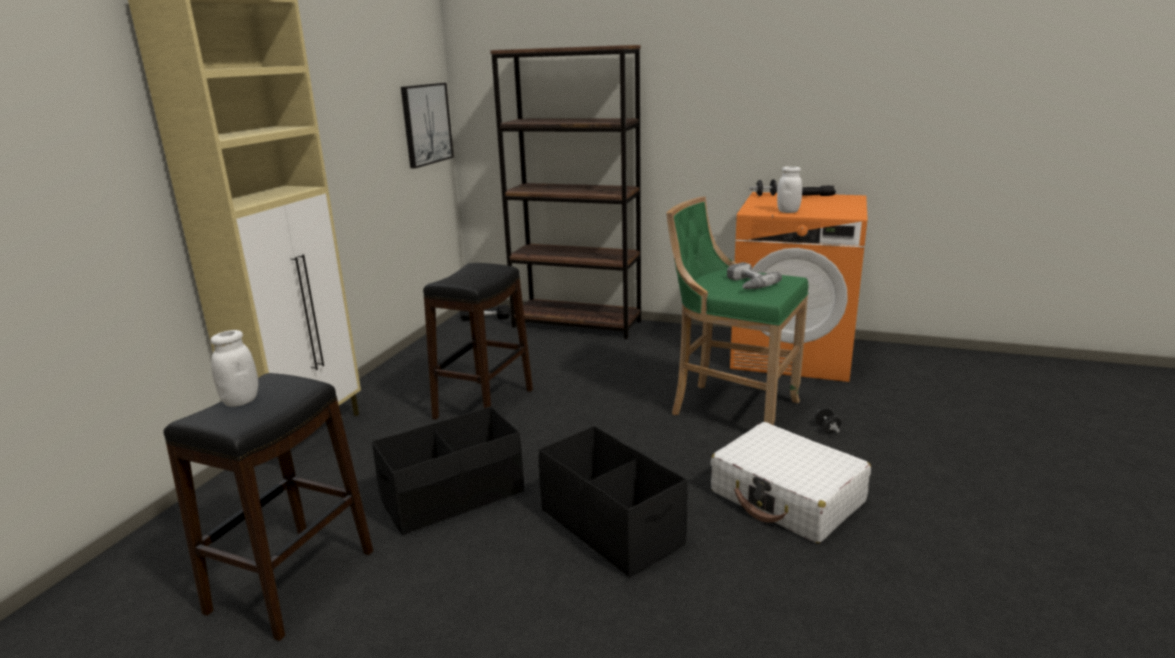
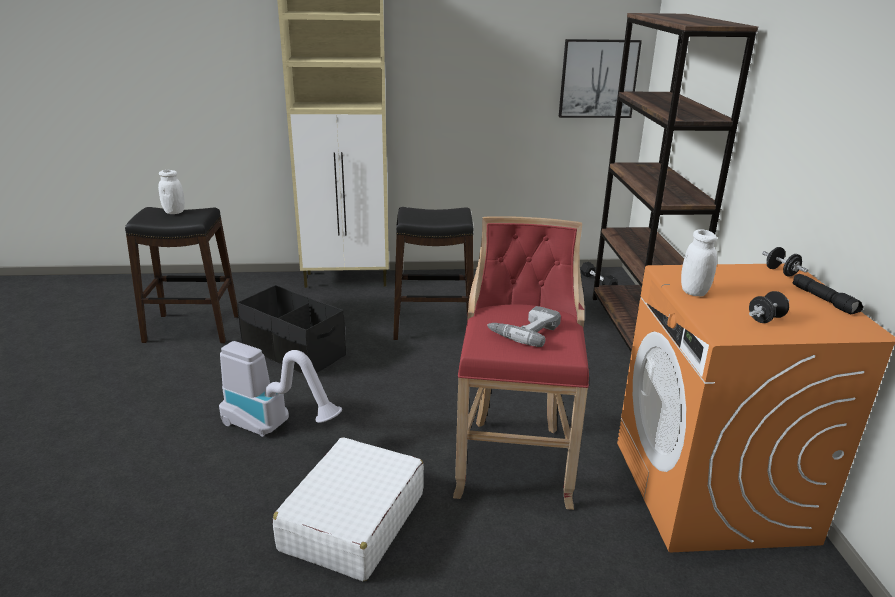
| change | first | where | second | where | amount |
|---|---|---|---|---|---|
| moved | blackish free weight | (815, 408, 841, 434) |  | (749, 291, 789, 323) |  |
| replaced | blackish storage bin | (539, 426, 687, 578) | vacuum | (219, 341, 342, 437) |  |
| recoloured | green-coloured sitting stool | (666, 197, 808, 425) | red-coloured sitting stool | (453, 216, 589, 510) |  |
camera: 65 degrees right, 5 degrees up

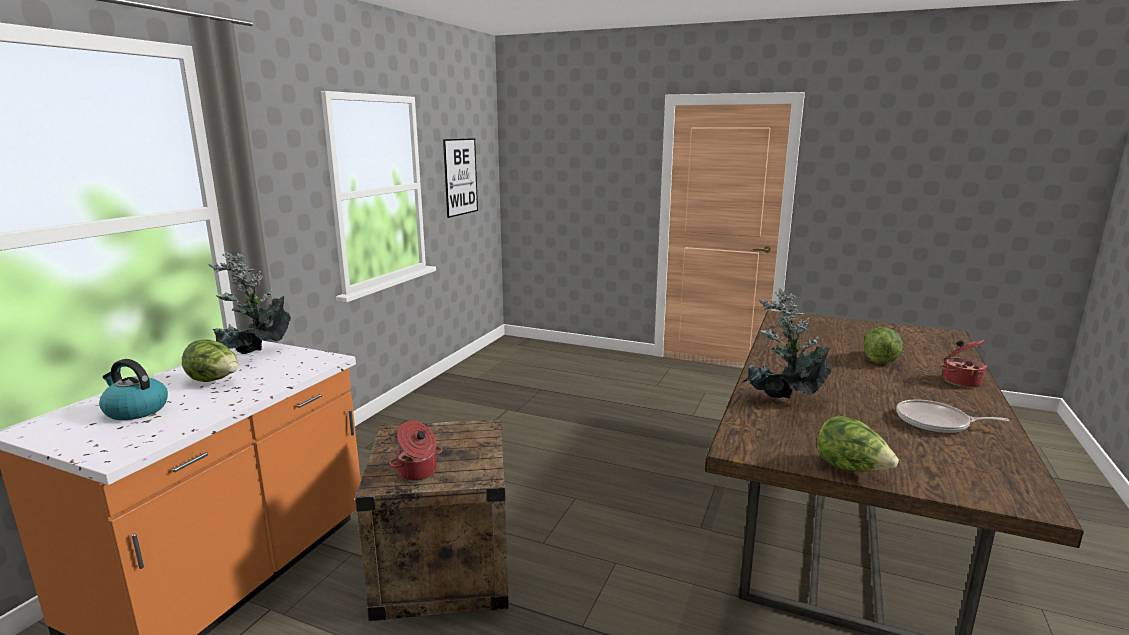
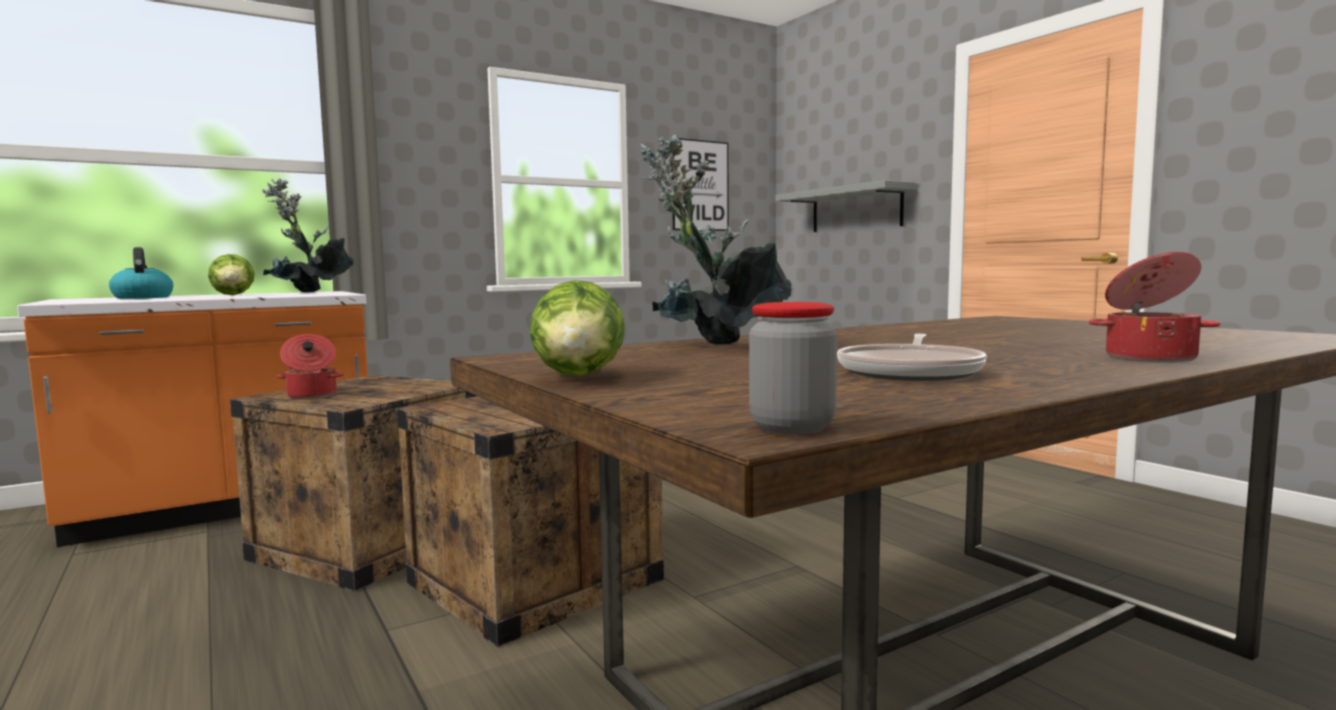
| change | first | where | second | where | amount |
|---|---|---|---|---|---|
| removed | lettuce head | (864, 327, 902, 364) |  |  |  |
| added |  |  | shipping crate | (396, 397, 664, 647) |  |
| added |  |  | storage jar | (749, 302, 837, 435) |  |
| added |  |  | greyish bracket shelf | (776, 180, 917, 232) |  |
| turned | pan | (896, 399, 1009, 433) |  | (837, 334, 987, 381) | 120 degrees counterclockwise |
camera: 35 degrees right, 10 degrees down

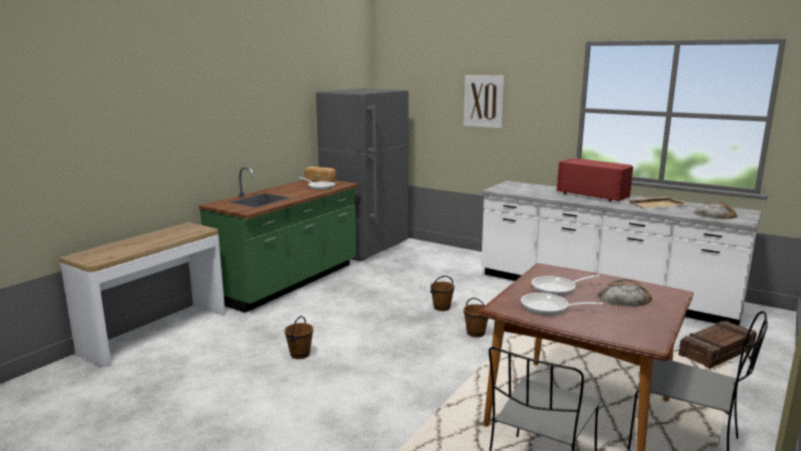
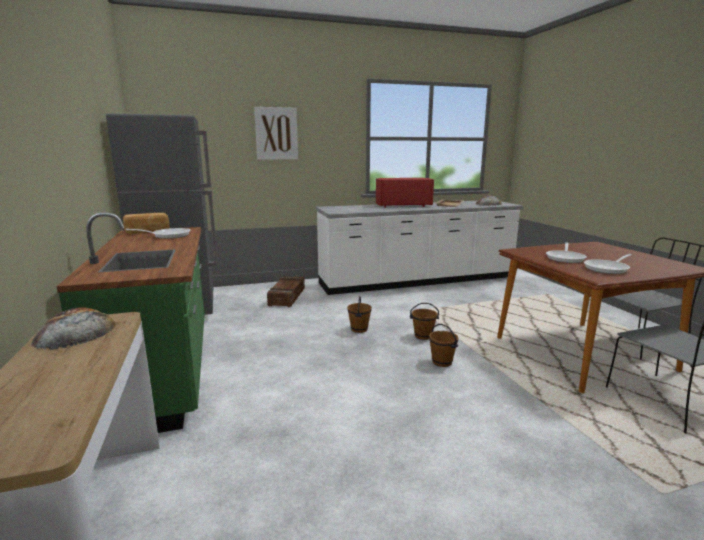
| change | first | where | second | where | amount |
|---|---|---|---|---|---|
| moved | brown-coloured bucket | (284, 316, 313, 359) |  | (429, 324, 459, 367) |  |
| moved | bread | (597, 279, 652, 307) |  | (31, 307, 117, 350) |  |
| moved | shipping crate | (678, 321, 757, 369) |  | (267, 276, 305, 307) |  |
camera: 50 degrees left, 0 degrees up

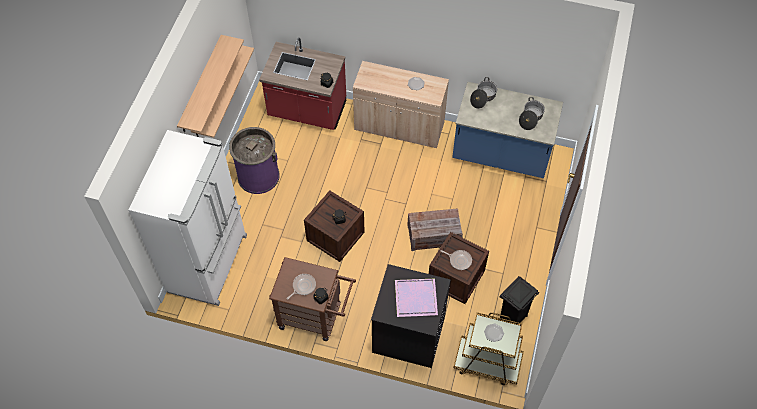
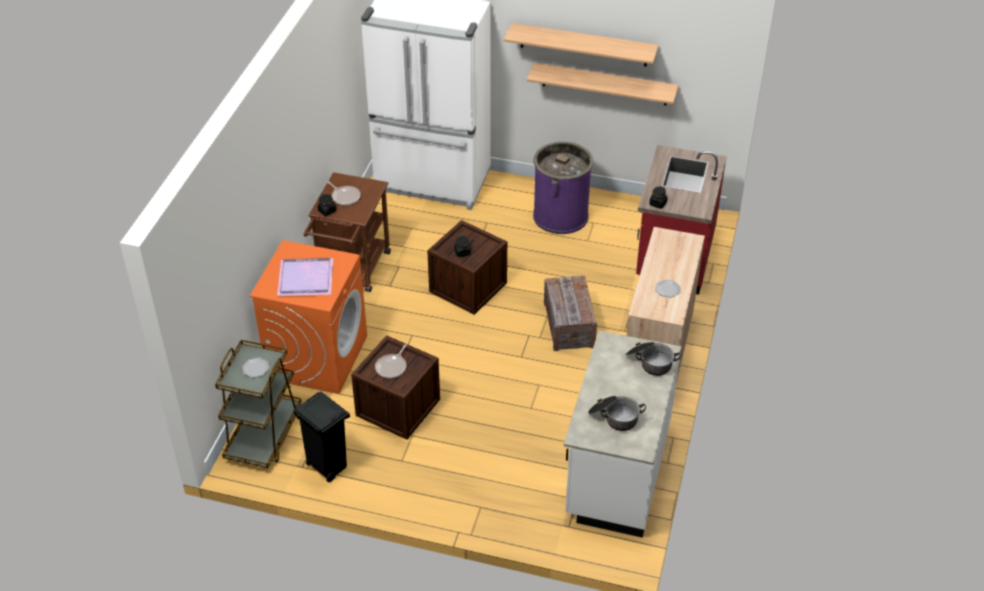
| change | first | where | second | where | amount |
|---|---|---|---|---|---|
| moved | shipping crate | (407, 208, 463, 251) |  | (544, 276, 597, 351) |  |
| recoloured | blackish laundry machine | (371, 264, 451, 368) | orangey laundry machine | (250, 240, 367, 394) |  |
| recoloured | blue-coloured kitchen counter | (452, 82, 563, 178) | whitish kitchen counter | (564, 331, 681, 538) |  |
camera: 90 degrees right, 15 degrees down

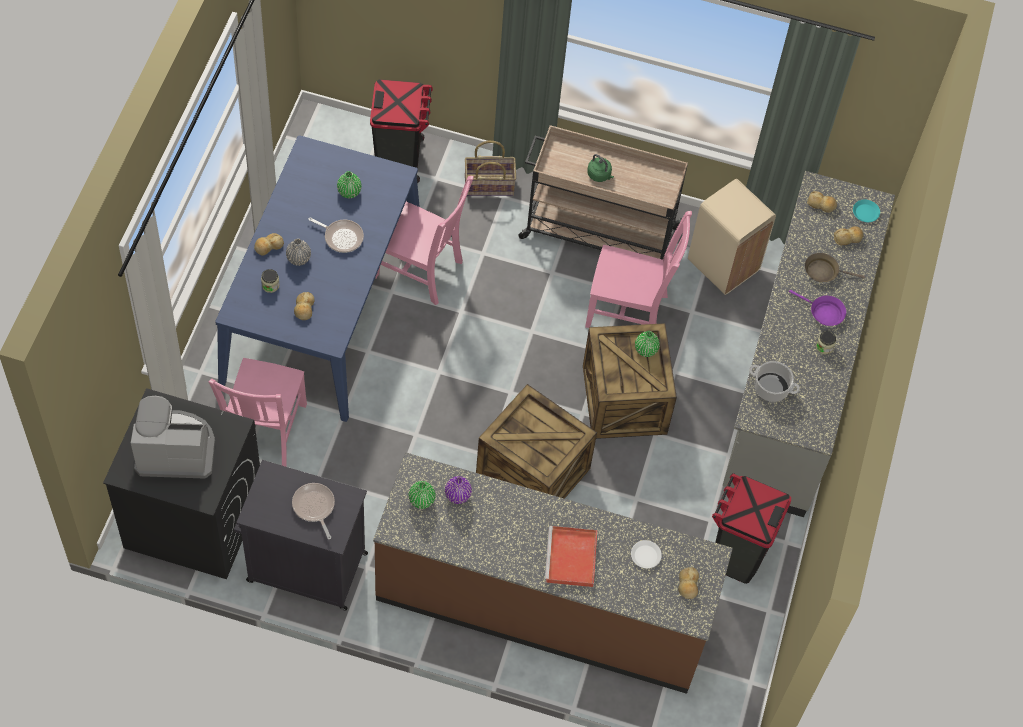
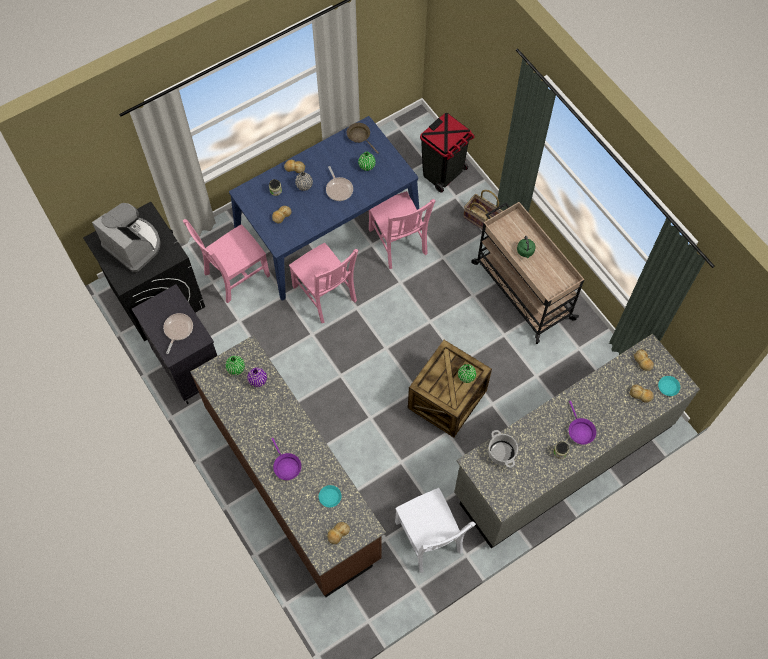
| change | first | where | second | where | amount |
|---|---|---|---|---|---|
| removed | shipping crate | (476, 384, 597, 499) |  |  |  |
| removed | beige trash can | (688, 179, 776, 295) |  |  |  |
| moved | pink-coloured upright chair | (585, 211, 692, 328) |  | (289, 243, 358, 323) |  |
| moved | brown-coloured pan | (805, 253, 865, 282) |  | (347, 123, 379, 154) |  |
| replaced | red-coloured tray | (545, 526, 597, 587) | purple-coloured pan | (271, 438, 301, 480) |  |
| replaced | blackish trash can | (712, 473, 791, 584) | whitish upright chair | (395, 488, 476, 573) |  |
| recoloured | whitish dinner plate | (631, 540, 662, 568) | turquoise dinner plate | (319, 485, 342, 507) |  |
camera: 45 degrees right, 5 degrees up

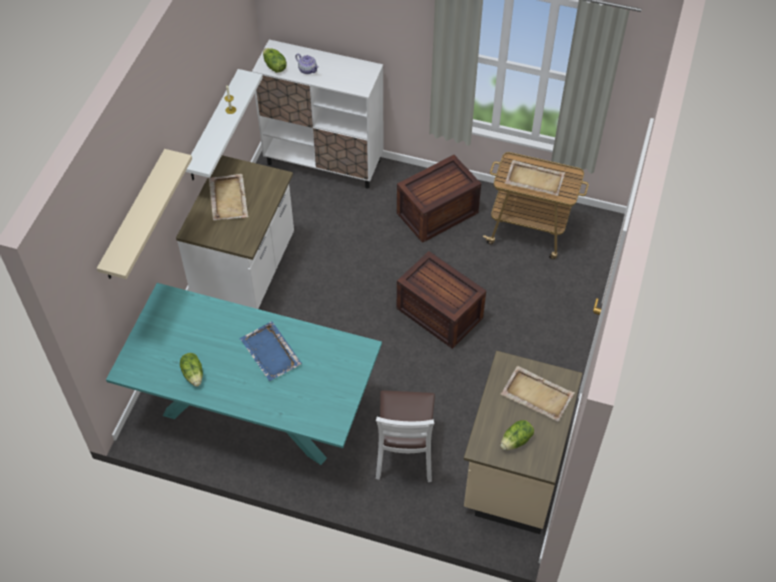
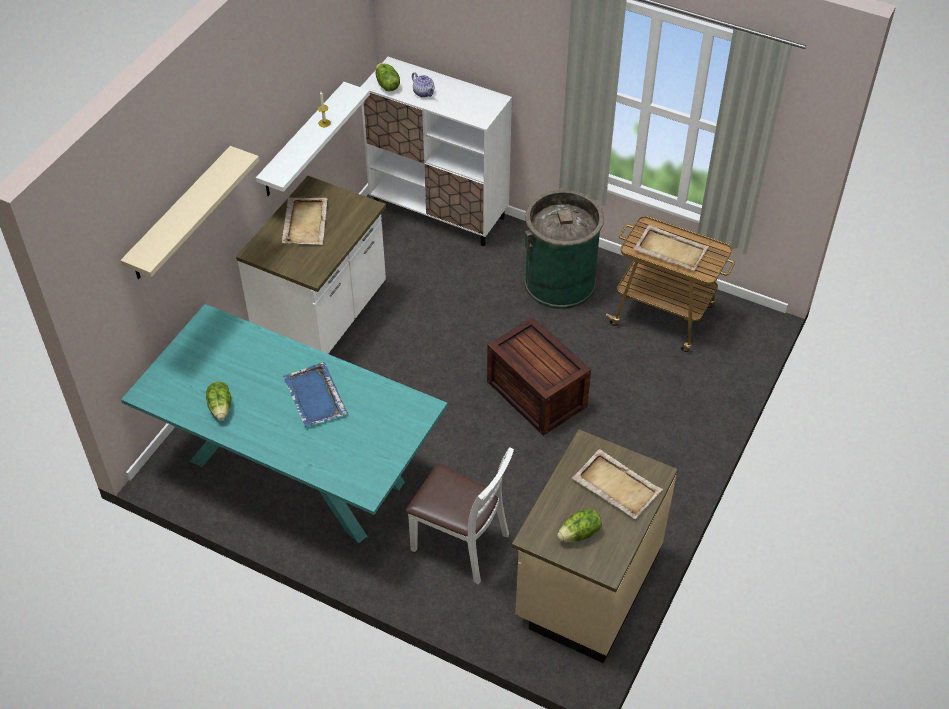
| change | first | where | second | where | amount |
|---|---|---|---|---|---|
| replaced | shipping crate | (397, 155, 481, 243) | green-coloured trash can | (524, 190, 604, 309) |  |
| turned | whitish upright chair | (376, 390, 435, 482) |  | (406, 447, 514, 585) | 75 degrees counterclockwise |
camera: 10 degrees right, 5 degrees down

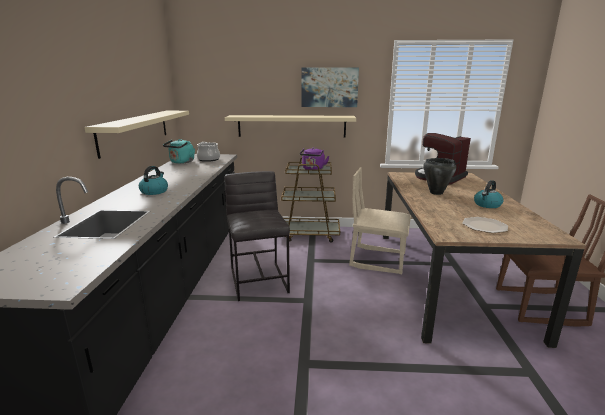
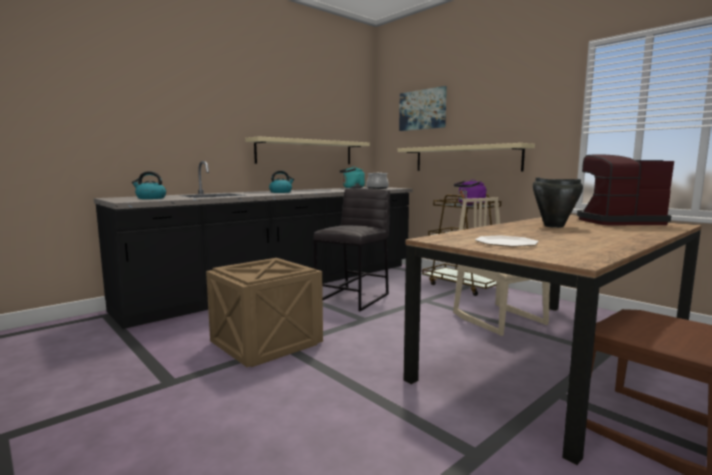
| change | first | where | second | where | amount |
|---|---|---|---|---|---|
| added |  |  | shipping crate | (206, 258, 323, 367) |  |
| moved | wall picture | (302, 68, 359, 107) |  | (399, 86, 447, 131) |  |
| moved | tea kettle | (474, 180, 504, 208) |  | (132, 171, 166, 199) |  |
camera: 45 degrees right, 10 degrees down

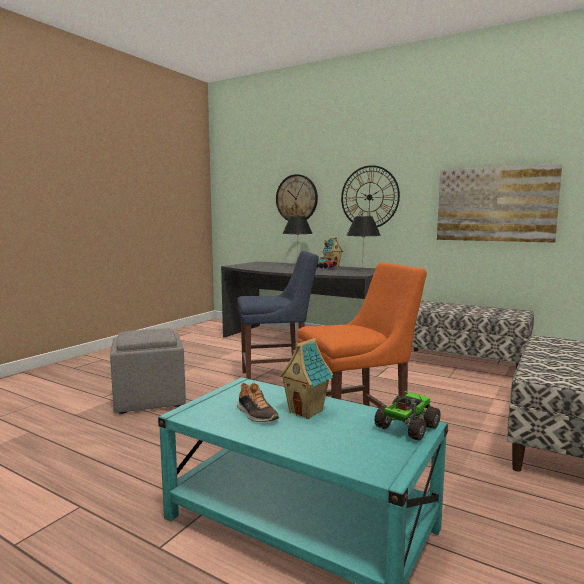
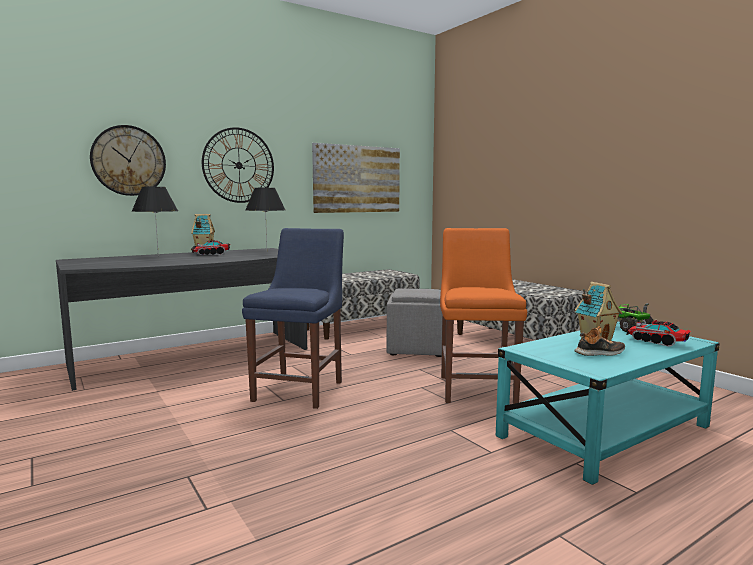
| change | first | where | second | where | amount |
|---|---|---|---|---|---|
| added |  |  | model truck | (625, 320, 691, 347) |  |
| moved | greyish ottoman | (110, 328, 186, 414) |  | (387, 288, 442, 357) |  |
camera: 65 degrees left, 0 degrees up

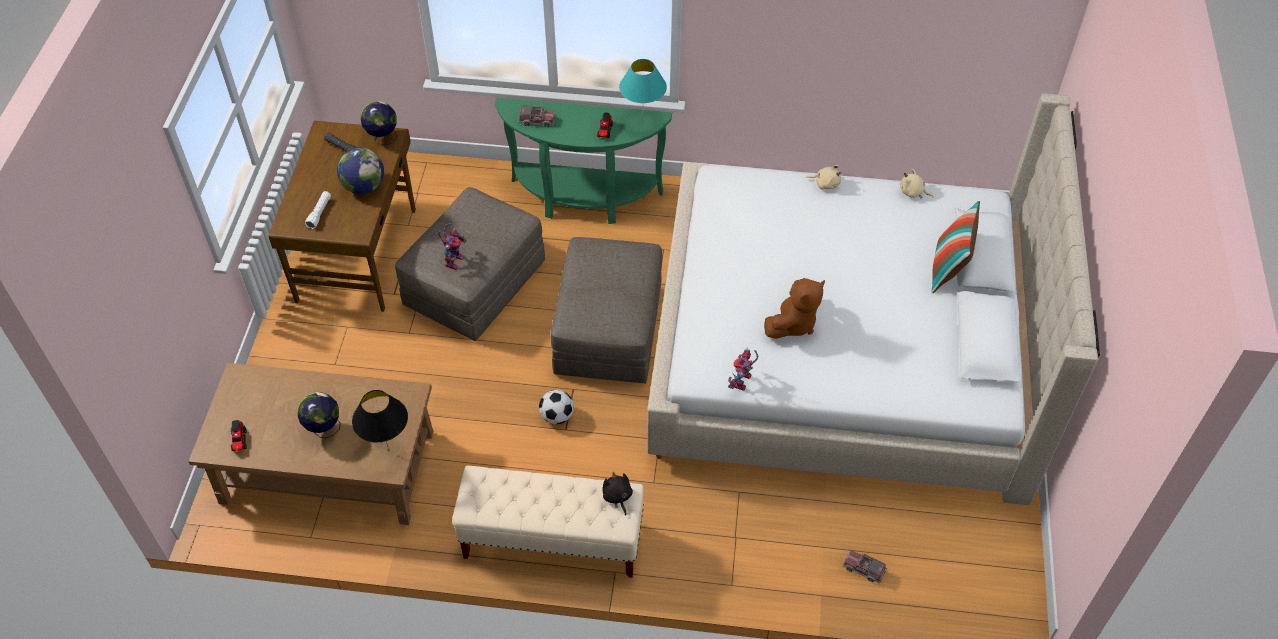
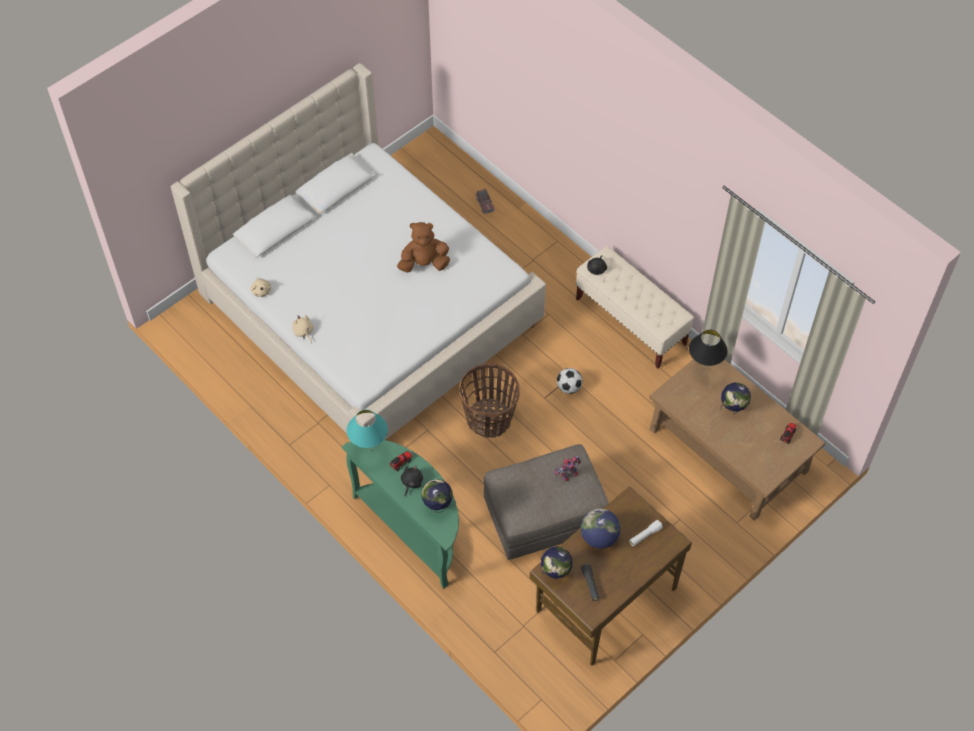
| change | first | where | second | where | amount |
|---|---|---|---|---|---|
| removed | robot figure | (728, 348, 758, 391) |  |  |  |
| removed | cushion | (932, 201, 980, 293) |  |  |  |
| added |  |  | blackish soft toy | (401, 465, 423, 496) |  |
| replaced | model truck | (518, 105, 555, 127) | desk globe | (421, 479, 453, 513) |  |
| replaced | greyish ottoman | (551, 237, 662, 383) | basket | (459, 363, 520, 438) |  |
camera: 140 degrees left, 5 degrees up

